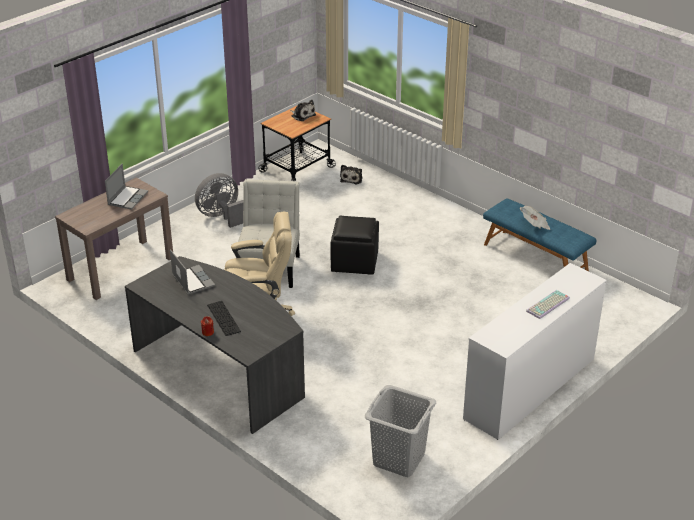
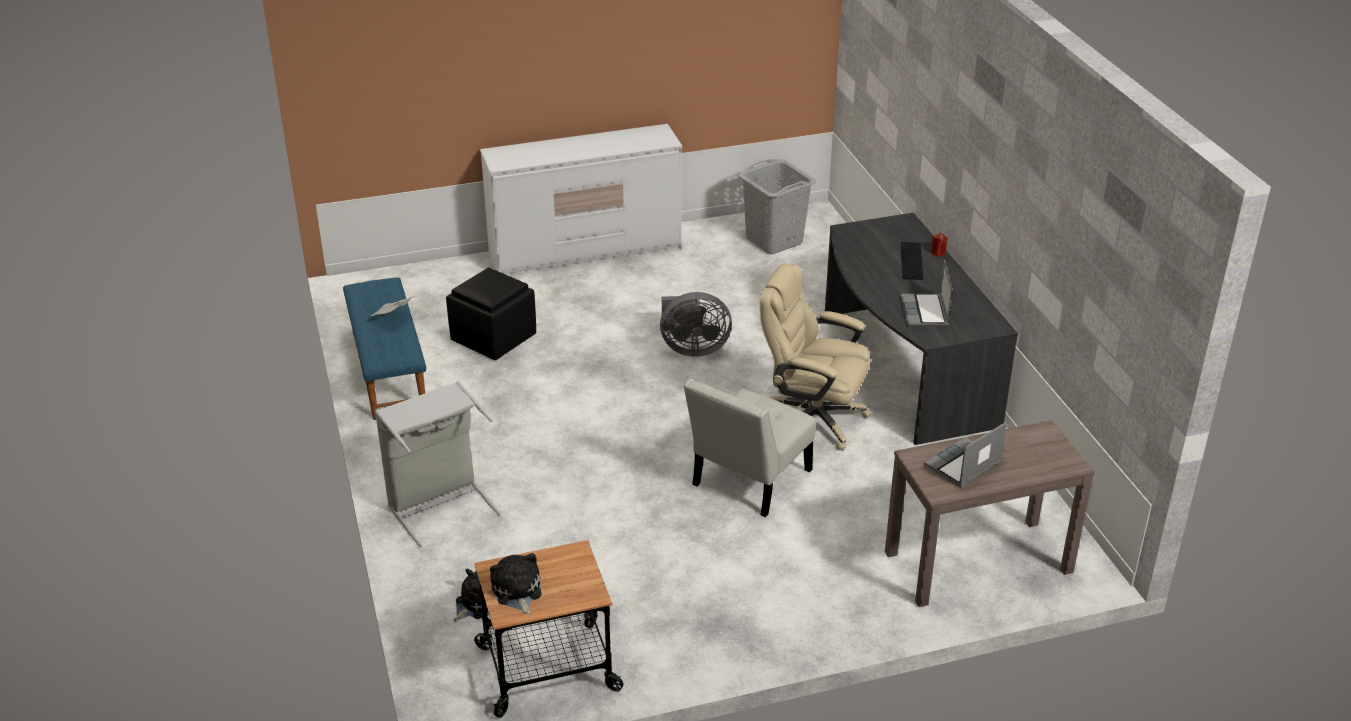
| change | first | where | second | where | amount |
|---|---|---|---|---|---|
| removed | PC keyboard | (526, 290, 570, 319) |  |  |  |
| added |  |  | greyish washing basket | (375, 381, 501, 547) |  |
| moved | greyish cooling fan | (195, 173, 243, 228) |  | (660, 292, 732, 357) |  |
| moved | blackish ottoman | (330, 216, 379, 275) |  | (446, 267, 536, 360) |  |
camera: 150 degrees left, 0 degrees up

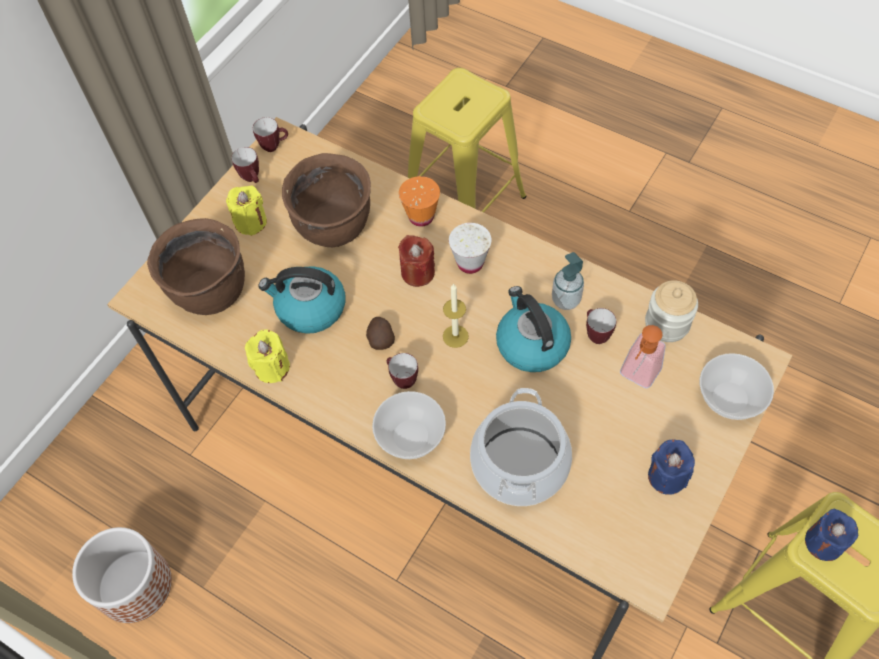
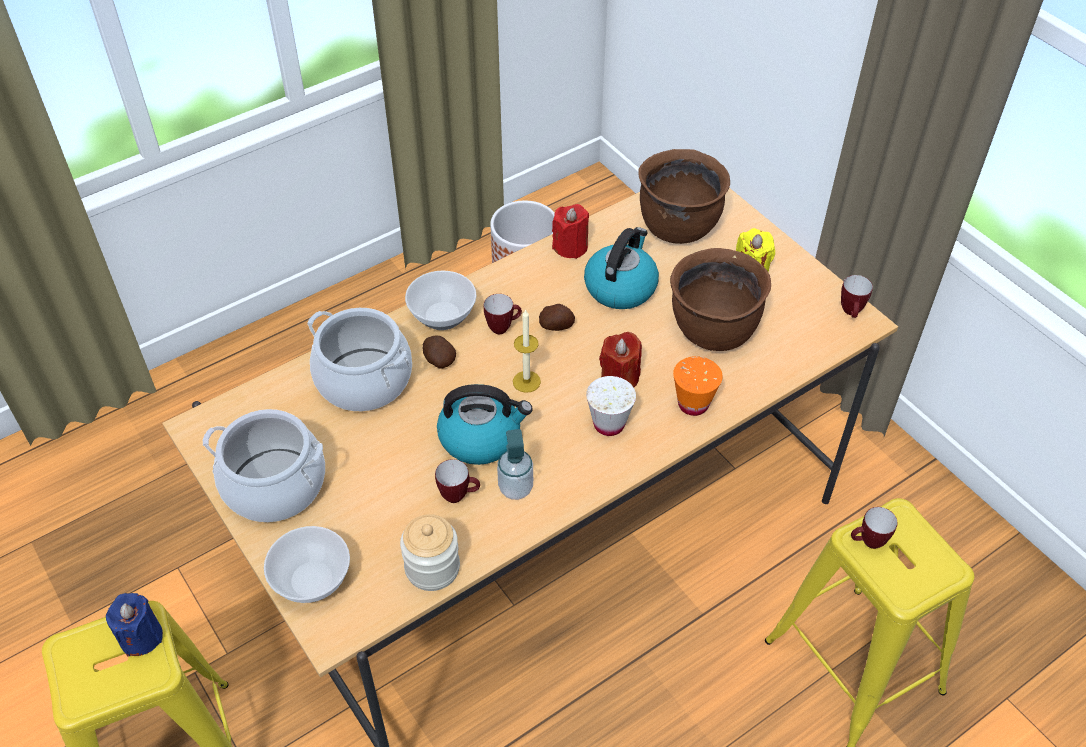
| change | first | where | second | where | amount |
|---|---|---|---|---|---|
| removed | soap bottle | (620, 325, 666, 389) |  |  |  |
| added |  |  | spud | (423, 336, 456, 369) |  |
| moved | coffee mug | (231, 147, 259, 183) |  | (851, 507, 897, 549) |  |
| replaced | blue-coloured wax light | (648, 440, 695, 495) | saucepot | (203, 409, 325, 522) |  |
| recoloured | yellow-coloured wax light | (245, 329, 290, 383) | red-coloured wax light | (552, 204, 589, 259) |  |
camera: 110 degrees right, 10 degrees down

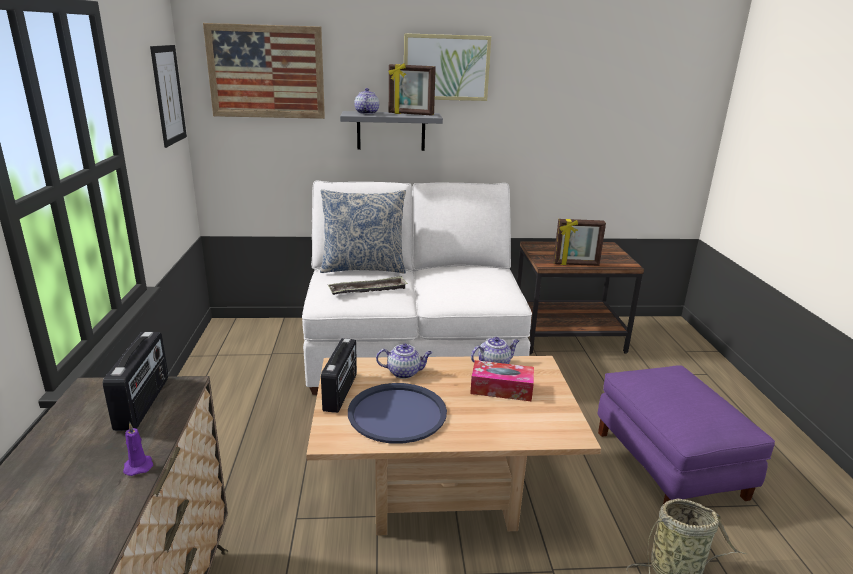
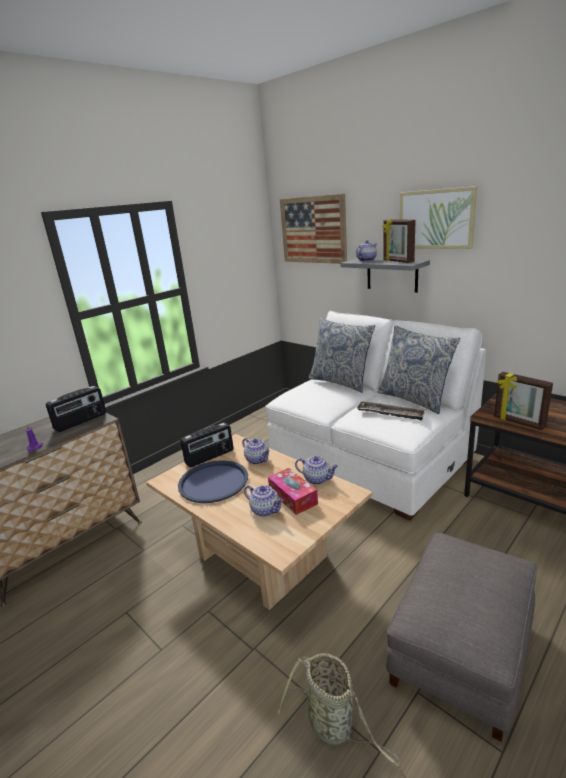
| change | first | where | second | where | amount |
|---|---|---|---|---|---|
| removed | wall picture | (150, 45, 187, 148) |  |  |  |
| added |  |  | tea pot | (244, 485, 284, 517) |  |
| added |  |  | cushion | (378, 326, 460, 414) |  |
| moved | tray | (328, 276, 408, 295) |  | (356, 401, 426, 421) |  |
| recoloured | purple-coloured ottoman | (598, 365, 775, 504) | greyish ottoman | (386, 532, 537, 742) |  |
camera: 50 degrees right, 0 degrees up

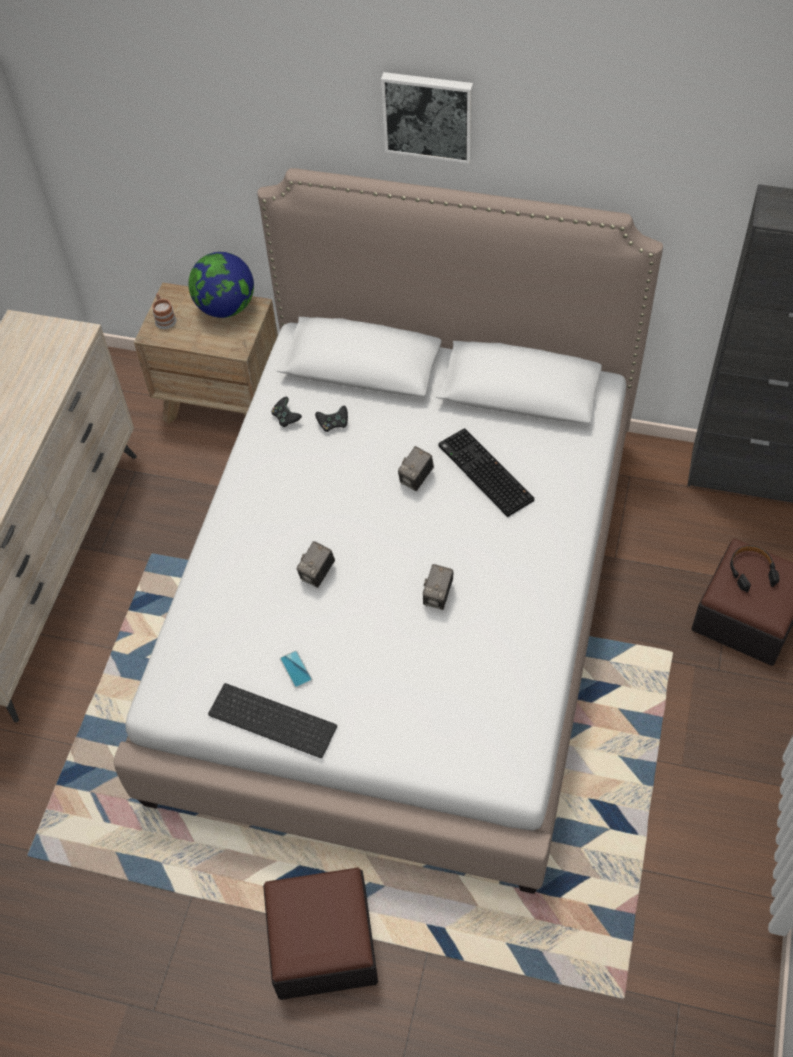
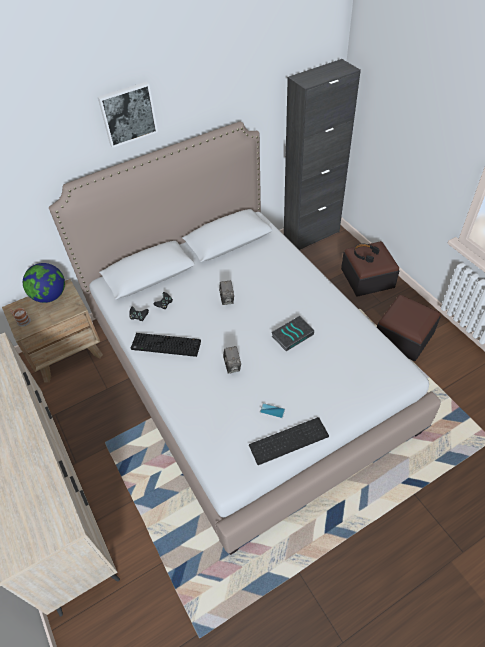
| change | first | where | second | where | amount |
|---|---|---|---|---|---|
| moved | ottoman | (263, 868, 378, 1000) |  | (377, 295, 441, 361) |  |
| moved | PC keyboard | (438, 428, 534, 517) |  | (131, 333, 201, 357) |  |
| replaced | still camera | (423, 564, 453, 610) | bound book | (271, 316, 314, 351) |  |
camera: 45 degrees left, 5 degrees down

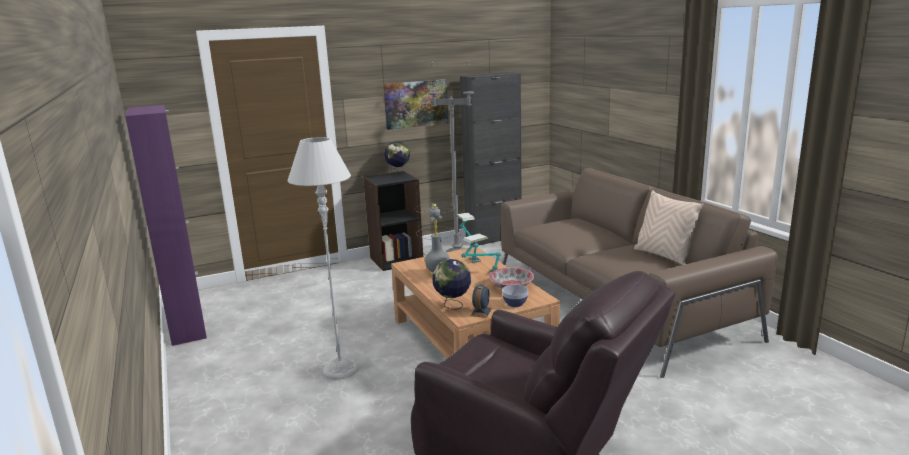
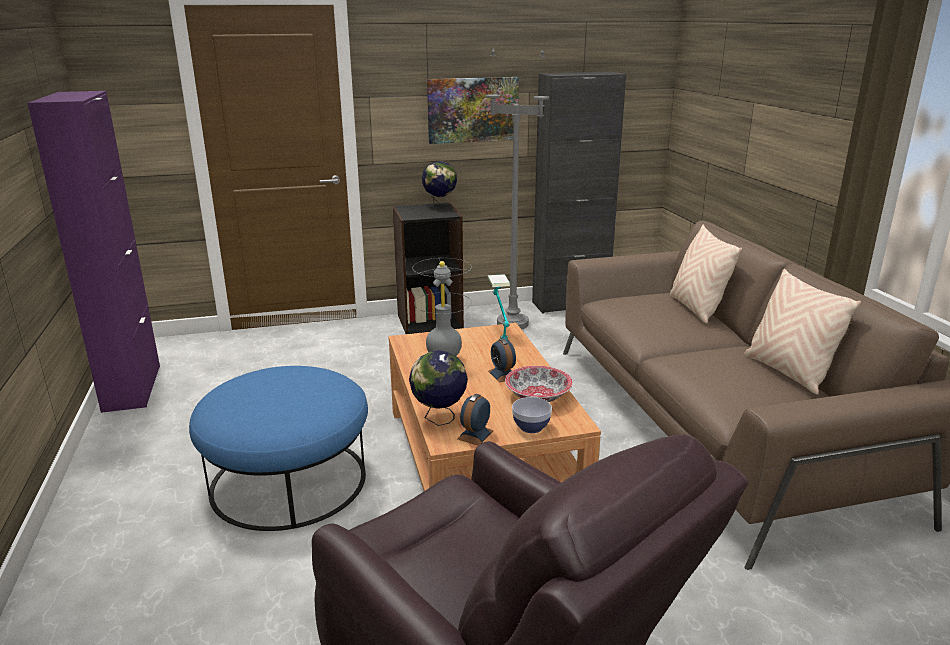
| change | first | where | second | where | amount |
|---|---|---|---|---|---|
| added |  |  | beige cushion | (670, 225, 742, 324) |  |
| replaced | greyish standing lamp | (288, 137, 358, 380) | blue-coloured ottoman | (189, 366, 368, 531) |  |
| replaced | table lamp | (461, 234, 501, 273) | alarm clock | (488, 338, 516, 382) |  |
camera: 10 degrees right, 5 degrees up

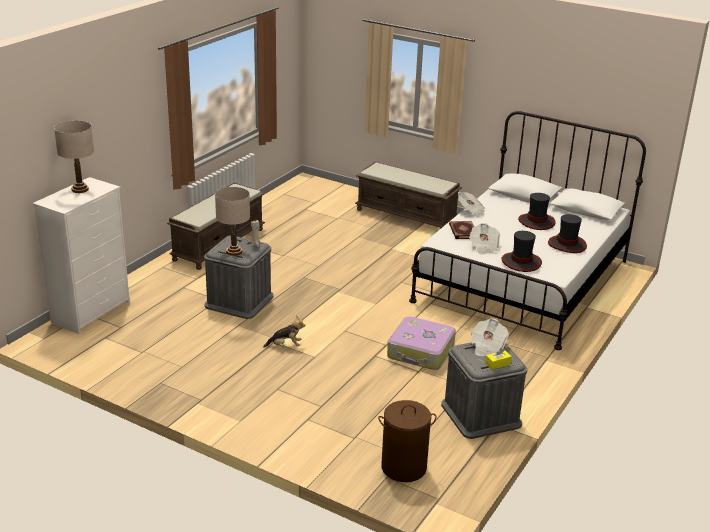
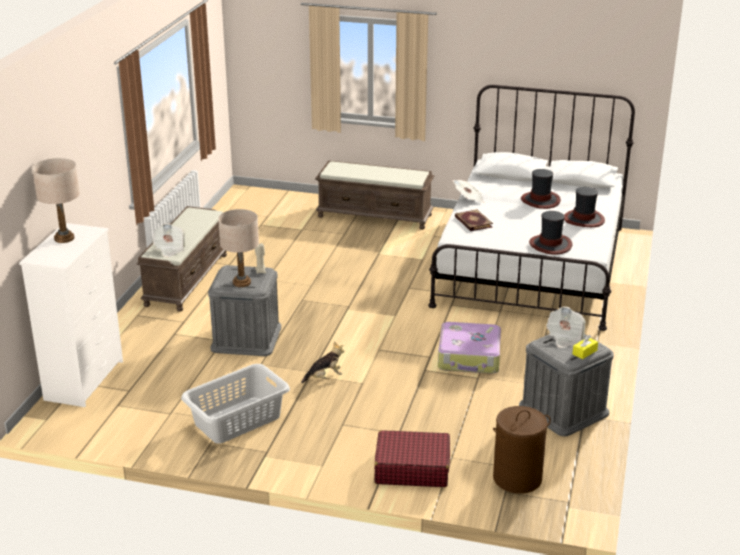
| change | first | where | second | where | amount |
|---|---|---|---|---|---|
| added |  |  | greyish washing basket | (181, 364, 290, 444) |  |
| added |  |  | red-coloured suitcase | (374, 430, 450, 487) |  |
| moved | newspaper | (469, 223, 500, 255) |  | (152, 223, 185, 257) |  |
camera: 15 degrees left, 0 degrees up

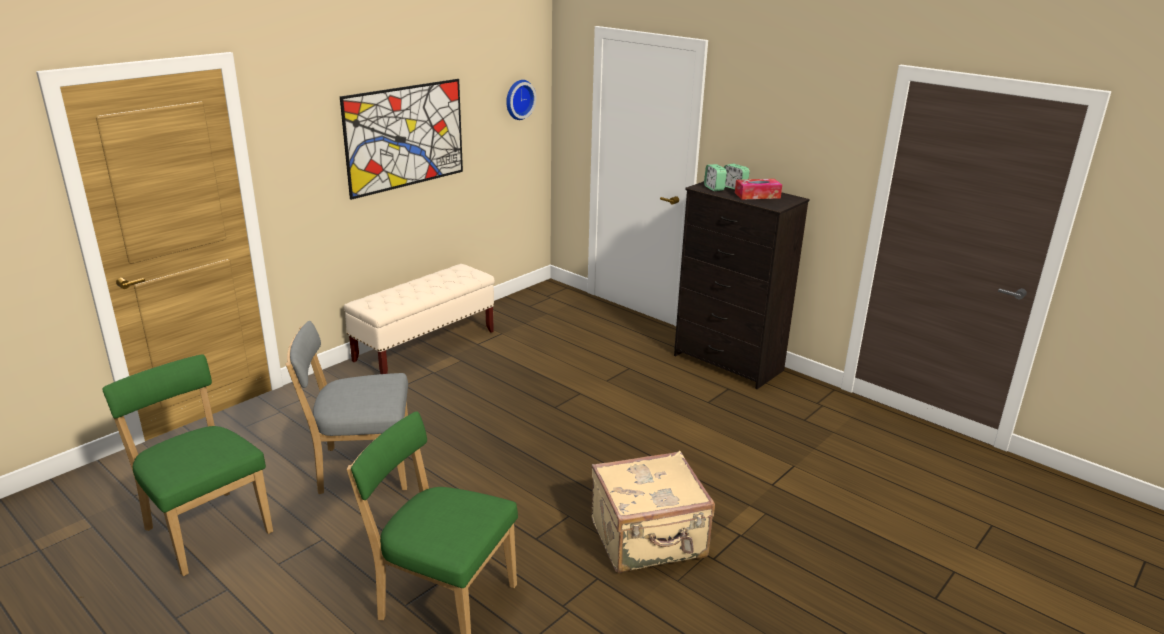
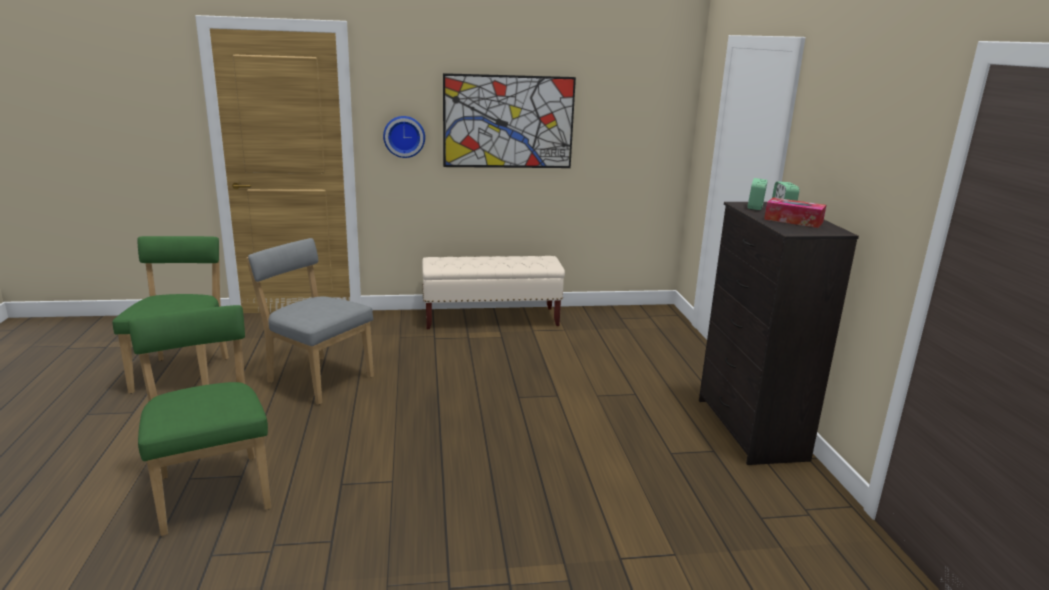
| change | first | where | second | where | amount |
|---|---|---|---|---|---|
| removed | beige suitcase | (592, 451, 715, 573) |  |  |  |
| moved | clock on the wall | (506, 80, 536, 120) |  | (383, 116, 425, 158) |  |
camera: 40 degrees right, 5 degrees down

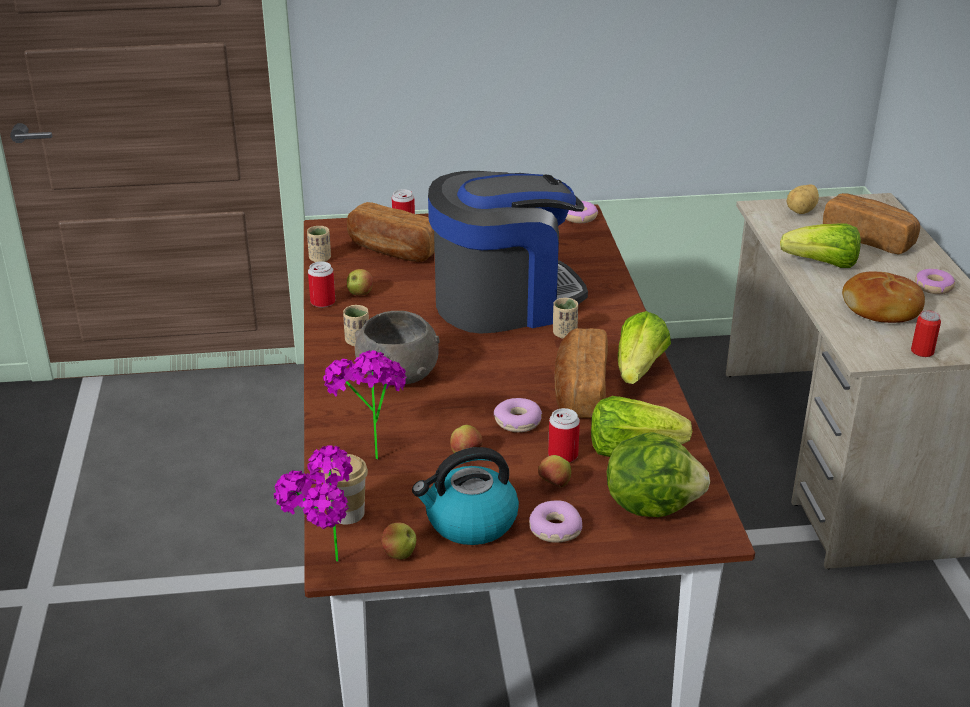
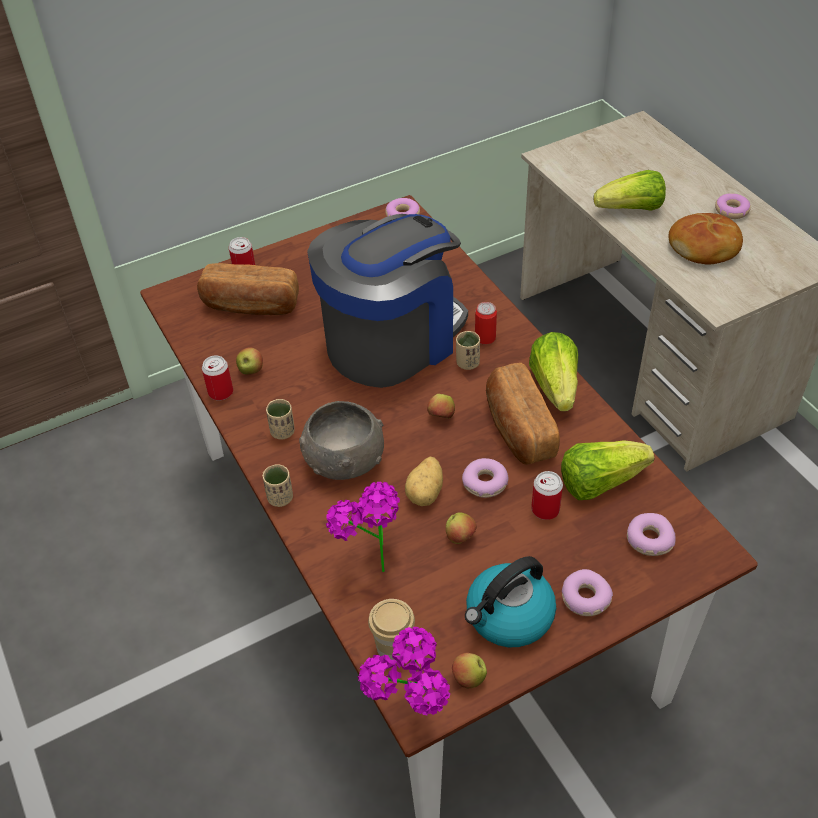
| change | first | where | second | where | amount |
|---|---|---|---|---|---|
| removed | bread | (823, 193, 920, 254) |  |  |  |
| moved | beige drinking cup | (307, 226, 331, 262) |  | (263, 464, 293, 507) |  |
| moved | whole apple | (538, 455, 571, 488) |  | (427, 394, 455, 419) |  |
| moved | spud | (787, 184, 819, 214) |  | (405, 457, 443, 506) |  |
| moved | can | (911, 310, 941, 357) |  | (475, 302, 497, 344) |  |
| replaced | lettuce head | (607, 432, 710, 517) | donut | (627, 513, 676, 556) |  |
camera: 20 degrees left, 15 degrees up

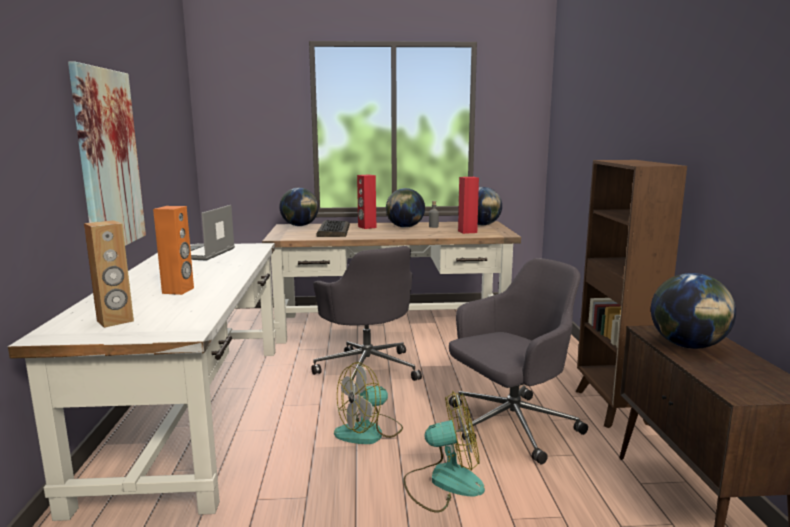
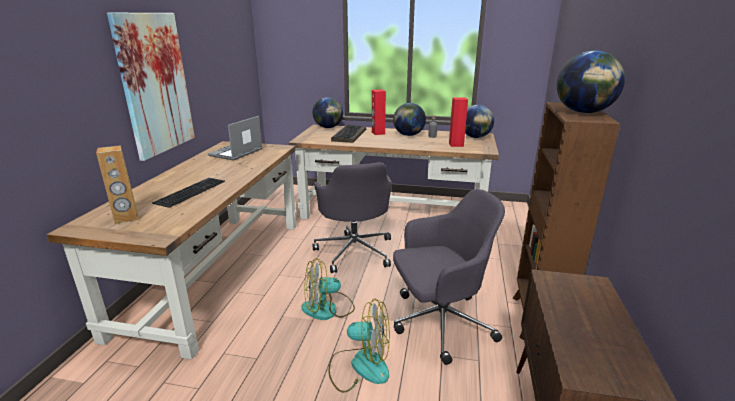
| change | first | where | second | where | amount |
|---|---|---|---|---|---|
| moved | desk globe | (651, 273, 736, 349) |  | (557, 51, 625, 113) |  |
| replaced | orangey loudspeaker | (153, 206, 194, 295) | PC keyboard | (152, 178, 225, 208) |  |
| recoloured | whitish desk table | (8, 243, 276, 521) | brown-coloured desk table | (46, 141, 297, 360) |  |
camera: 15 degrees right, 10 degrees up

